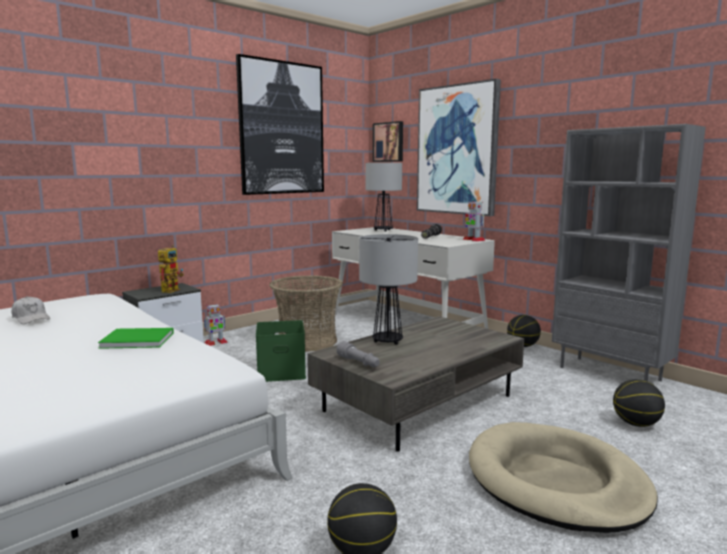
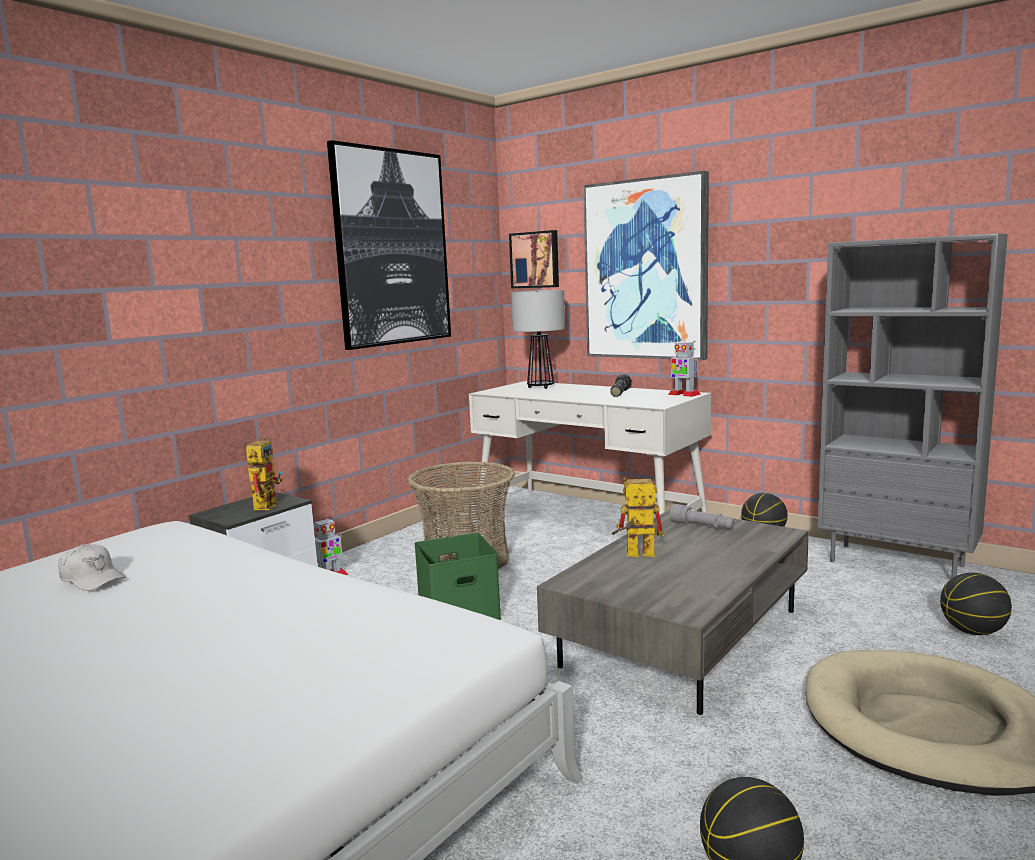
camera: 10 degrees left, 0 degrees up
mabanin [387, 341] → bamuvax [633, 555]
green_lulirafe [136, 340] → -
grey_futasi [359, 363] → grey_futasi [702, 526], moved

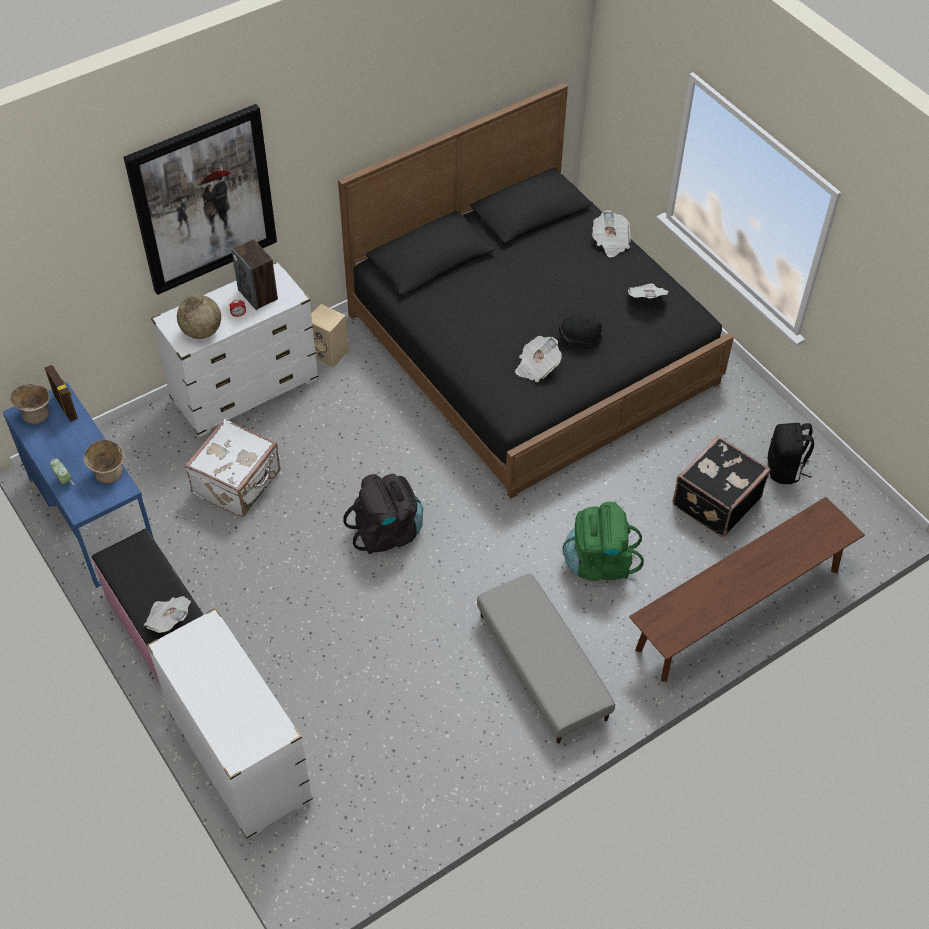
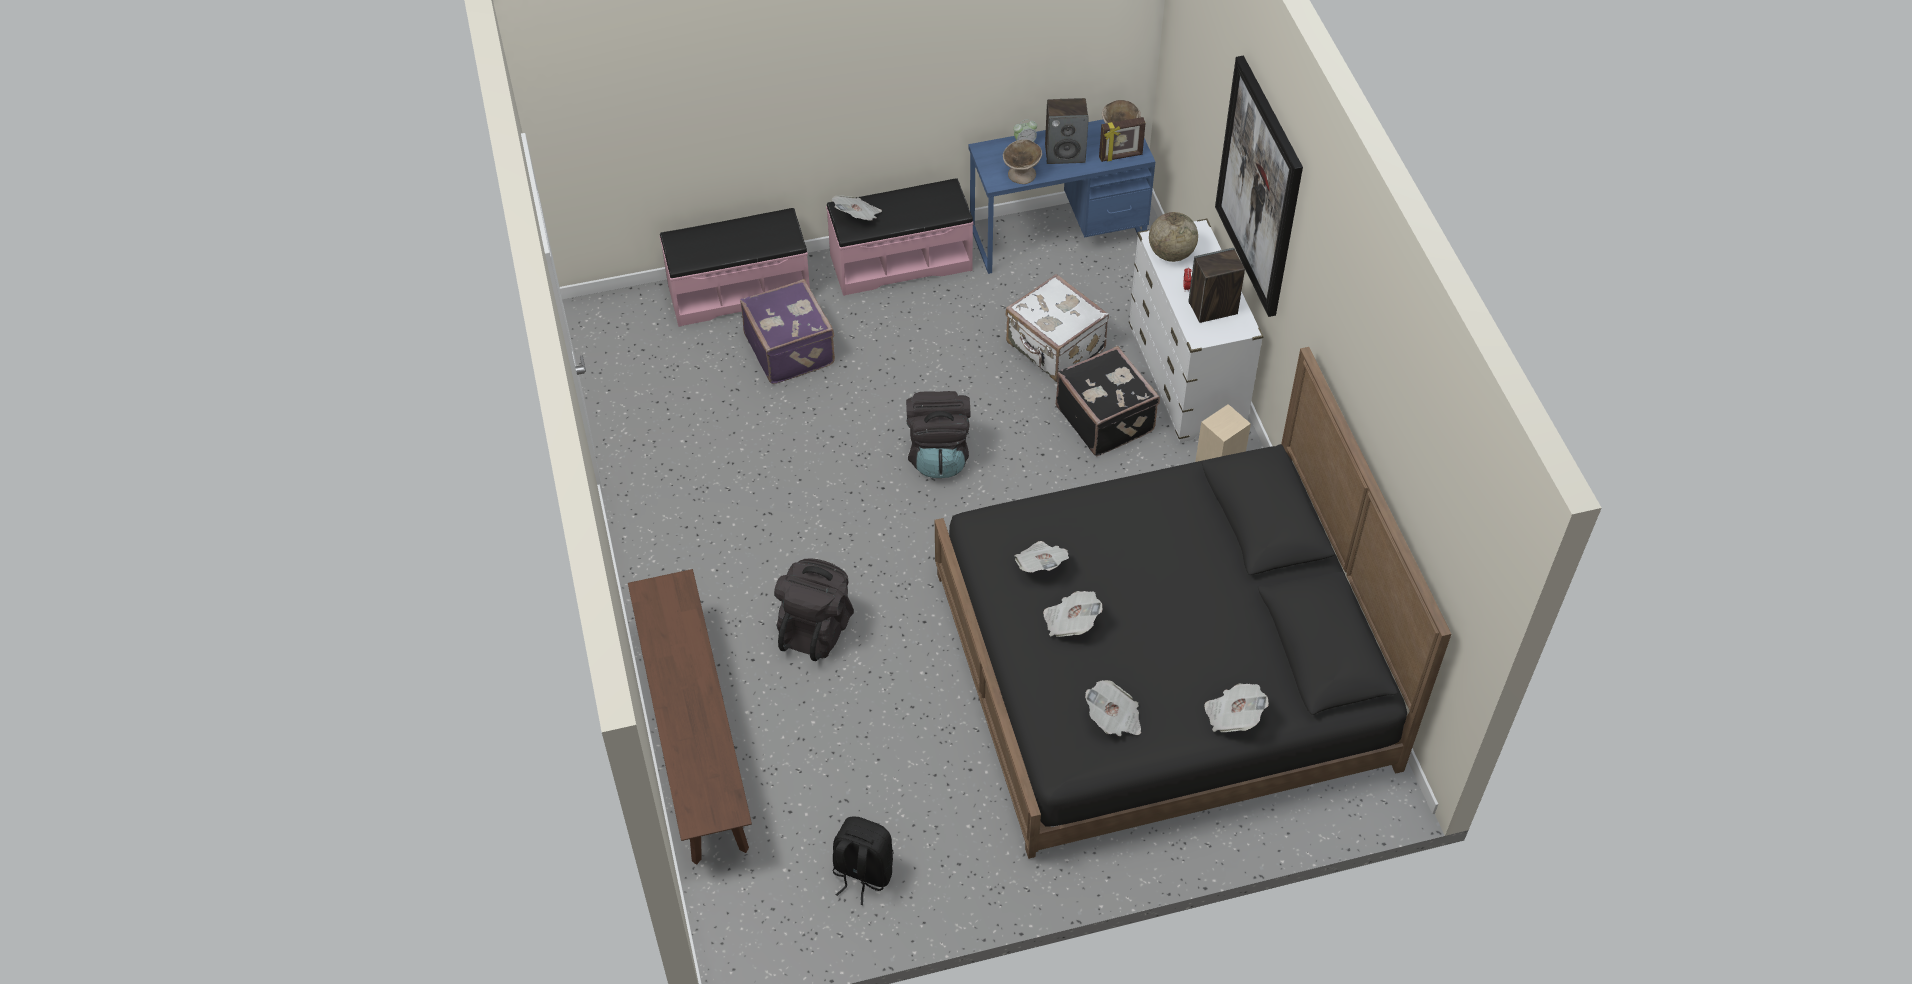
camera: 110 degrees right, 0 degrees up
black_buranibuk [579, 339] → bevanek [1070, 622]
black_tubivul [714, 501] → black_tubivul [1106, 418], moved
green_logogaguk [599, 562] → black_logogaguk [816, 628]
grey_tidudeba [543, 666] → -
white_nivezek [240, 758] → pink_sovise [739, 292]
- → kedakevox [1065, 153]
- → purple_tubivul [791, 349]

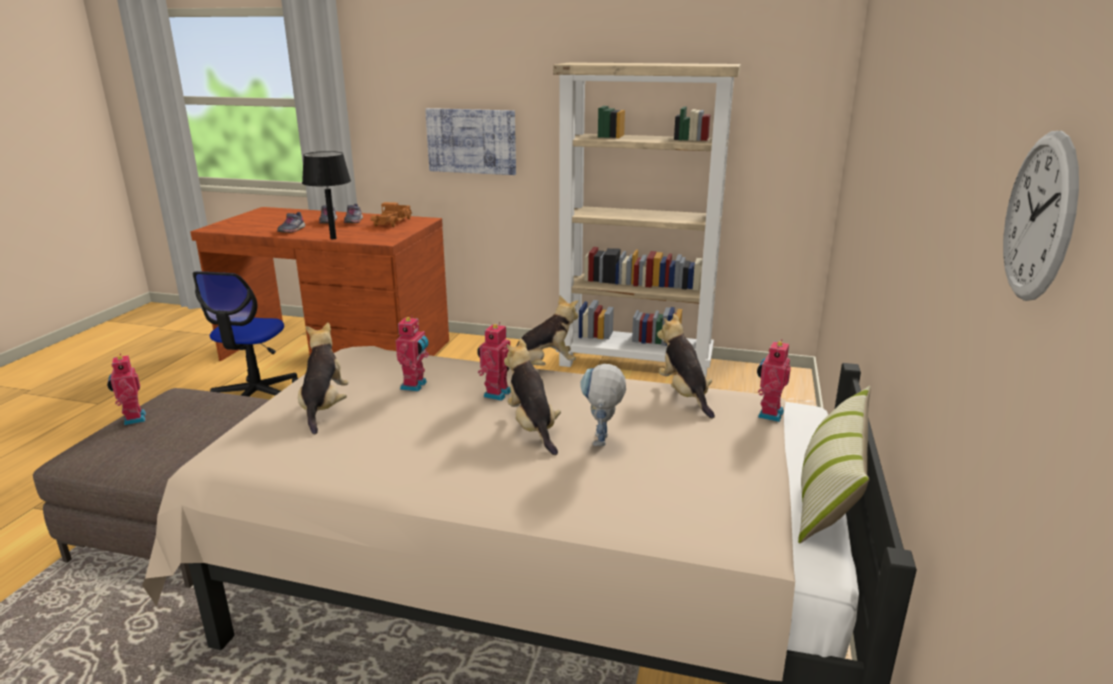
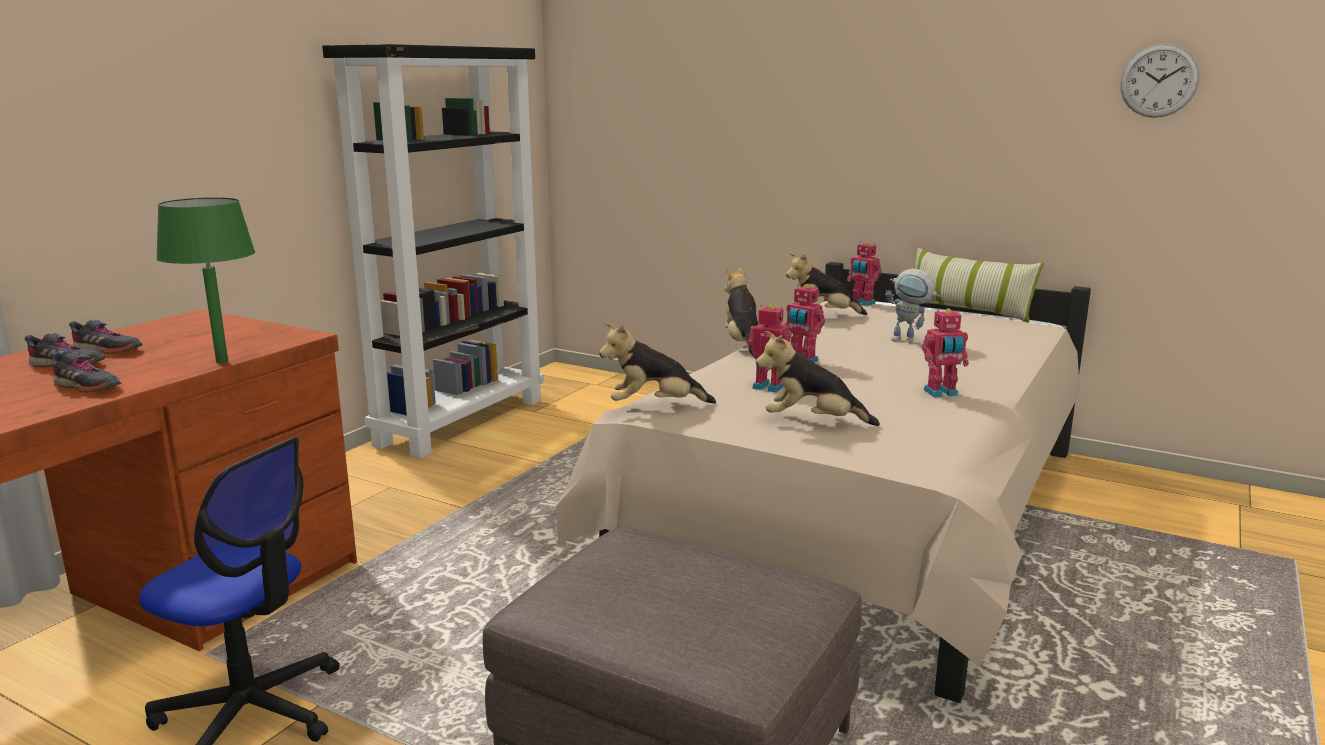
camera: 75 degrees left, 5 degrees down
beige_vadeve [636, 363] → black_vadeve [461, 421]
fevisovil [471, 141] → -
black_mabanin [333, 238] → green_mabanin [221, 361]
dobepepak [393, 222] → -
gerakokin [532, 427] → gerakokin [654, 406], moved
bamuvax [132, 419] → bamuvax [941, 393], moved

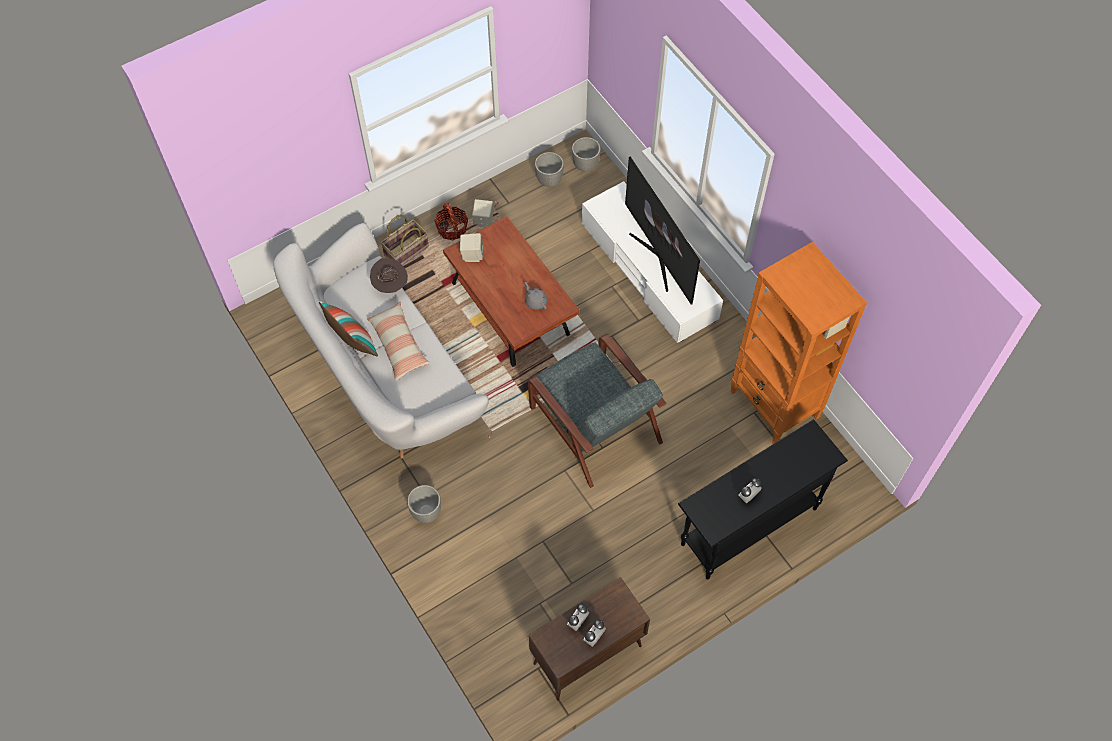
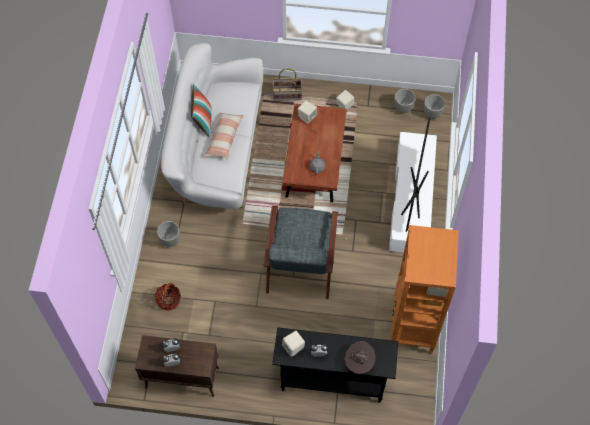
camera: 40 degrees right, 0 degrees up
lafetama [452, 228] → lafetama [168, 300], moved
brown_buranibuk [390, 284] → brown_buranibuk [359, 362], moved
- → beige_kedakevox [293, 347]

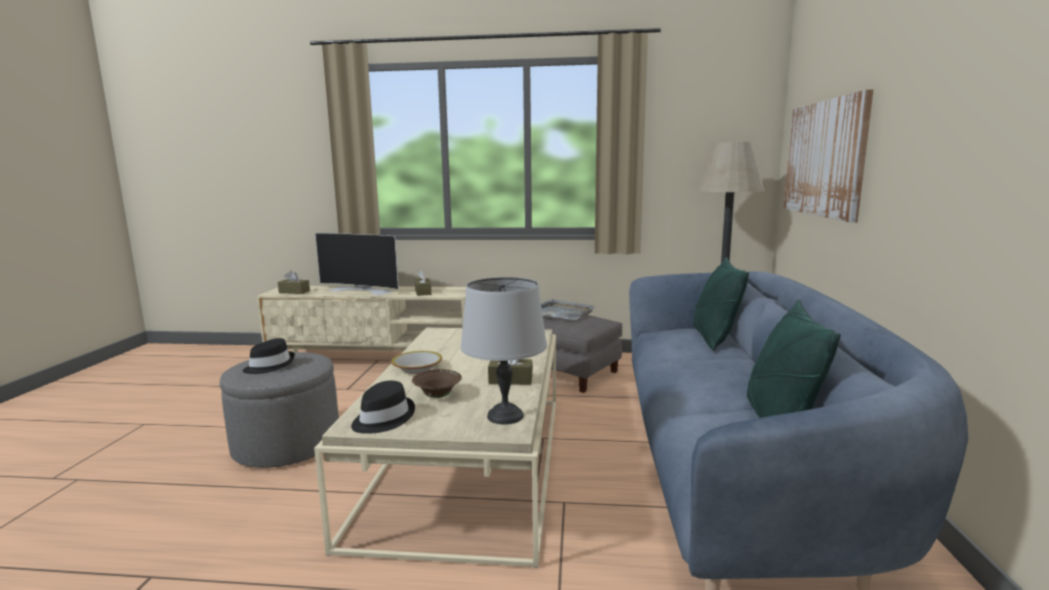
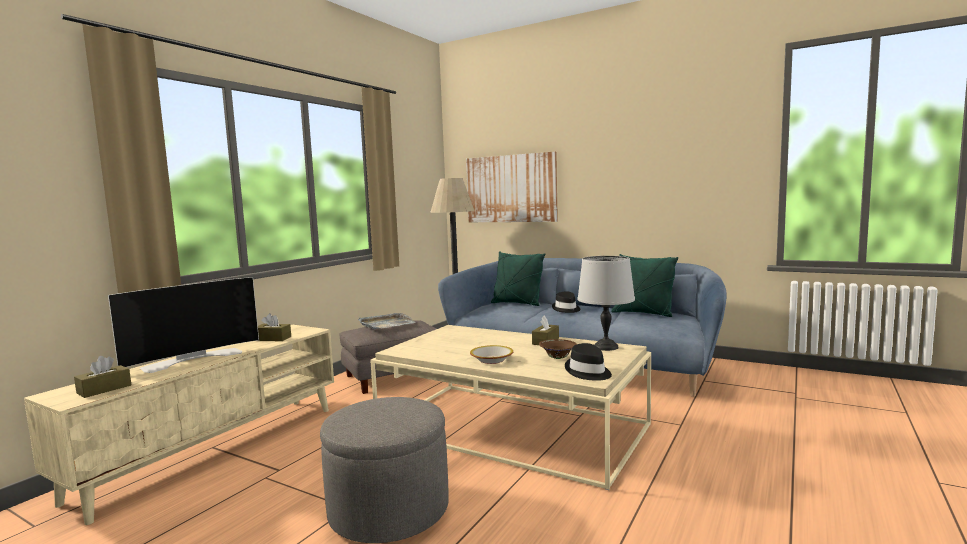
camera: 65 degrees left, 5 degrees down
black_buranibuk [269, 365] → black_buranibuk [566, 309], moved

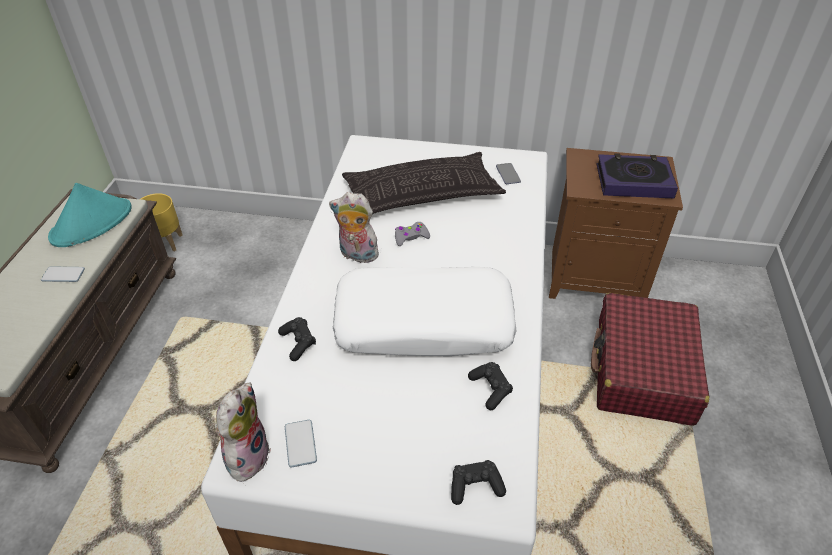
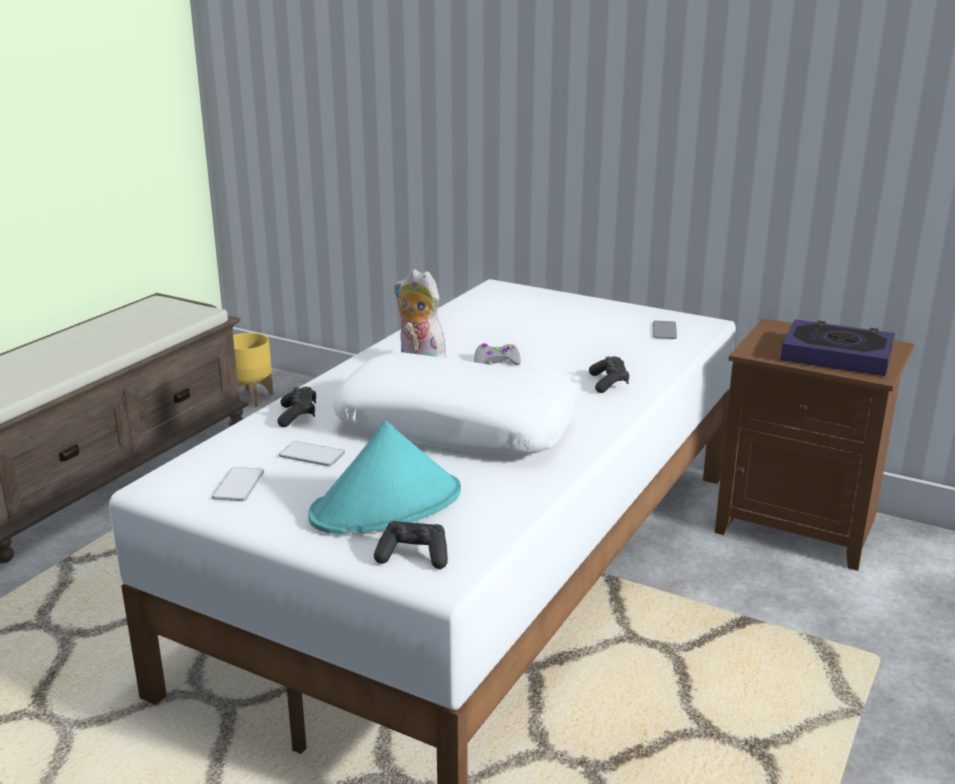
camera: 20 degrees right, 20 degrees down
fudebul [422, 194] → -
turquoise_buranibuk [92, 223] → turquoise_buranibuk [387, 505], moved
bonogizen [63, 275] → bonogizen [312, 455], moved
red_tubivul [642, 370] → -
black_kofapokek [490, 389] → black_kofapokek [608, 383], moved
gerakokin [246, 455] → -

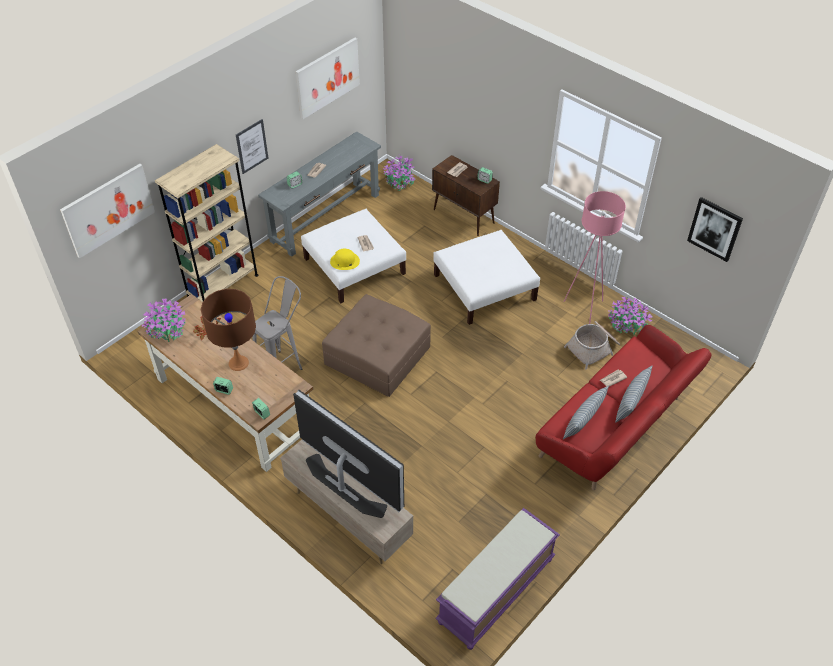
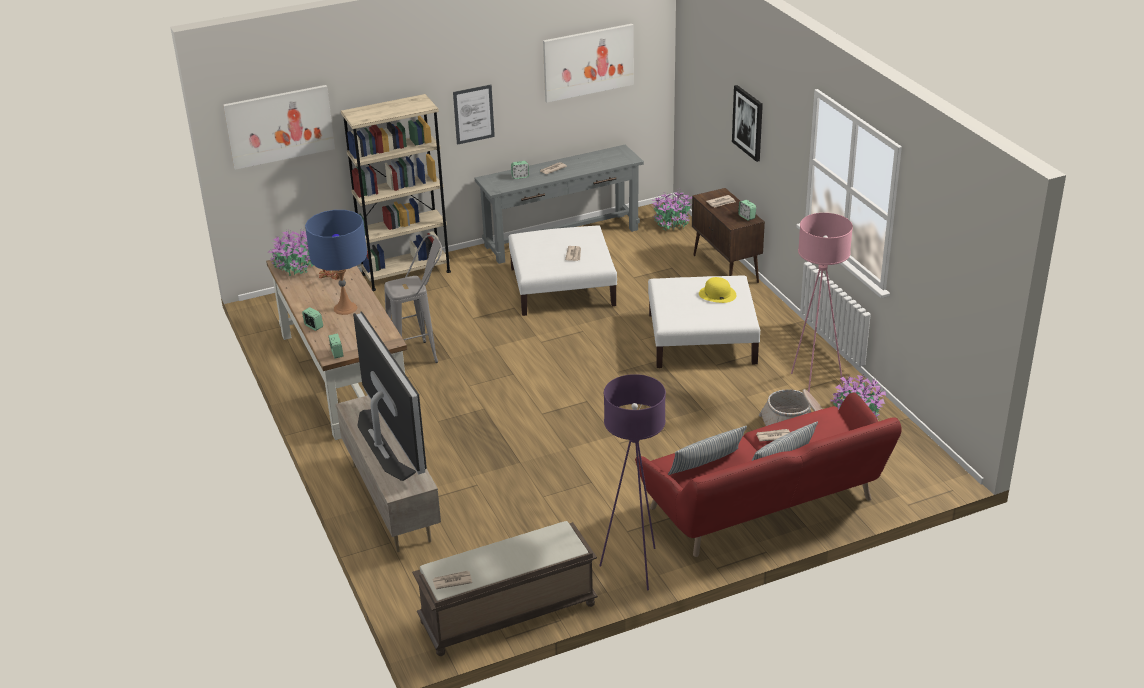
camera: 25 degrees right, 15 degrees down
fevisovil [715, 229] → fevisovil [748, 122], moved
yellow_buranibuk [344, 261] → yellow_buranibuk [717, 294], moved
brown_mabanin [238, 363] → blue_mabanin [345, 308]
brown_tidudeba [378, 355] → -
purple_sovise [496, 591] → brown_sovise [507, 614]
- → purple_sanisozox [634, 567]
- → bevanek [452, 581]

